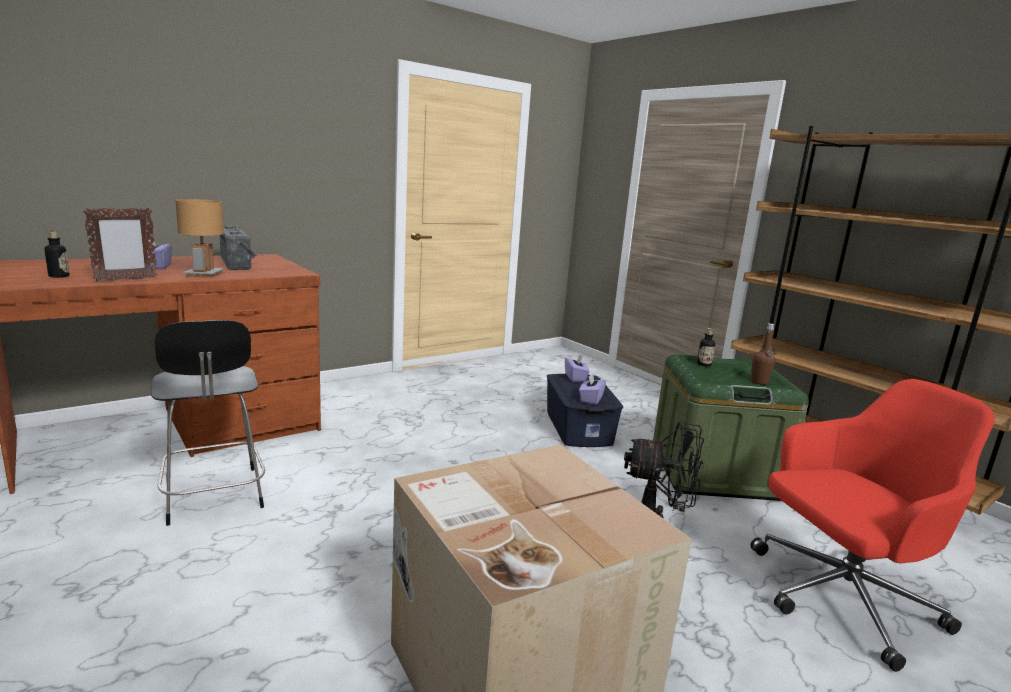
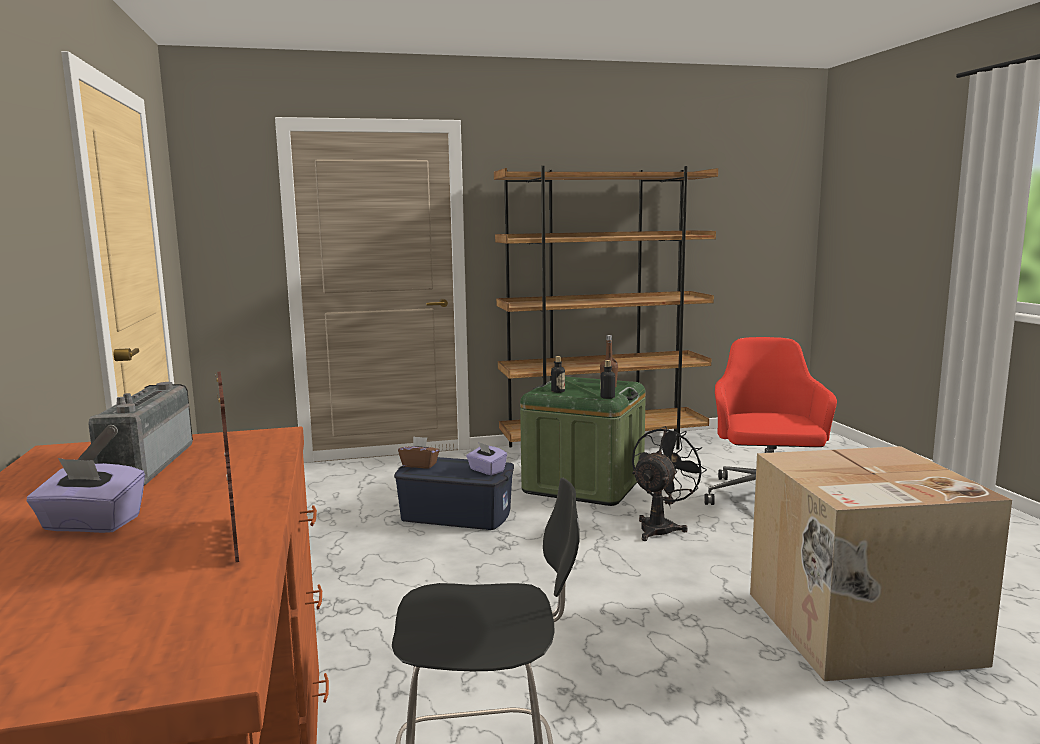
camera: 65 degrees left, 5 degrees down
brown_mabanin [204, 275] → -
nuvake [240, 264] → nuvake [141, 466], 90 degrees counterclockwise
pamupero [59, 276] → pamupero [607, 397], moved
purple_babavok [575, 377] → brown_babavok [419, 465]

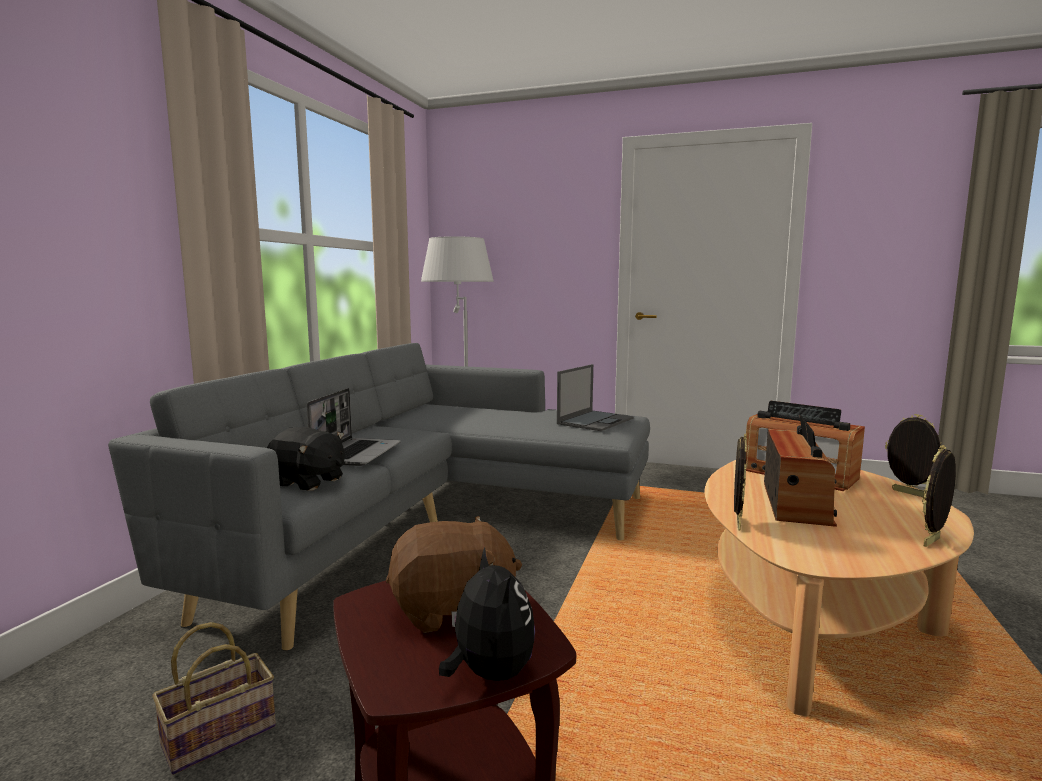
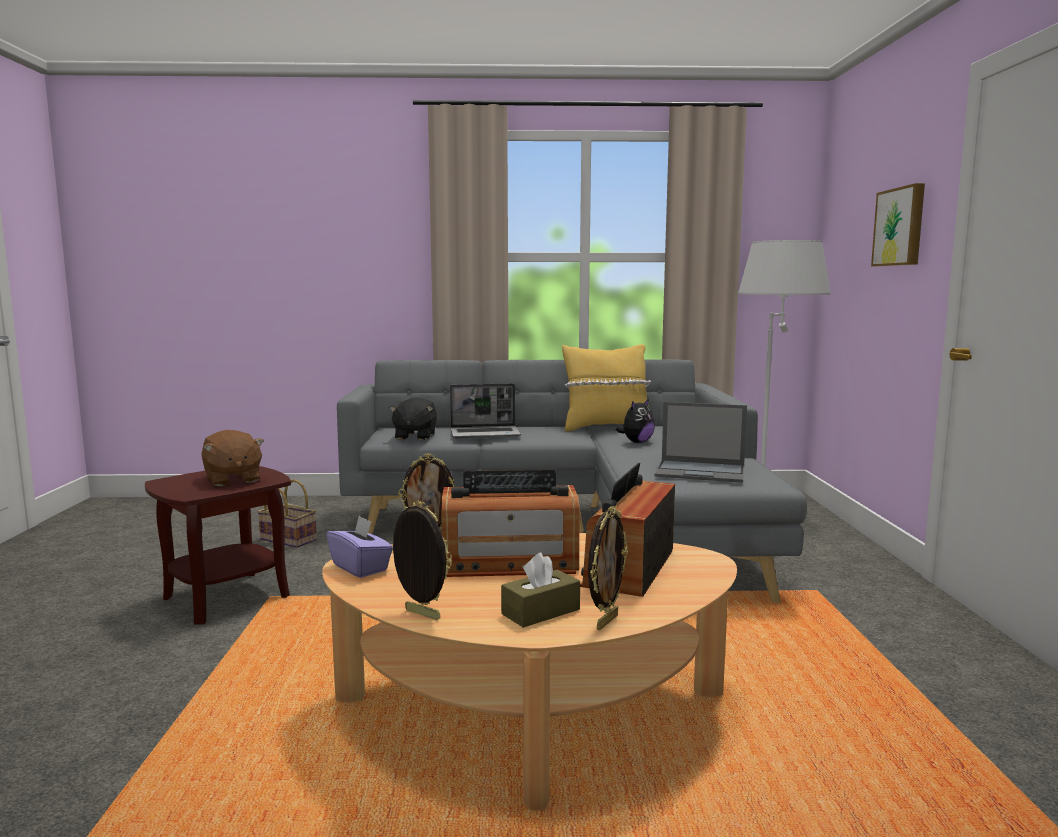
camera: 70 degrees right, 0 degrees up
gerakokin [488, 673] → gerakokin [636, 442], moved
- → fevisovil [901, 227]
- → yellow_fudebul [606, 428]
- → purple_babavok [361, 567]
- → brown_babavok [540, 612]

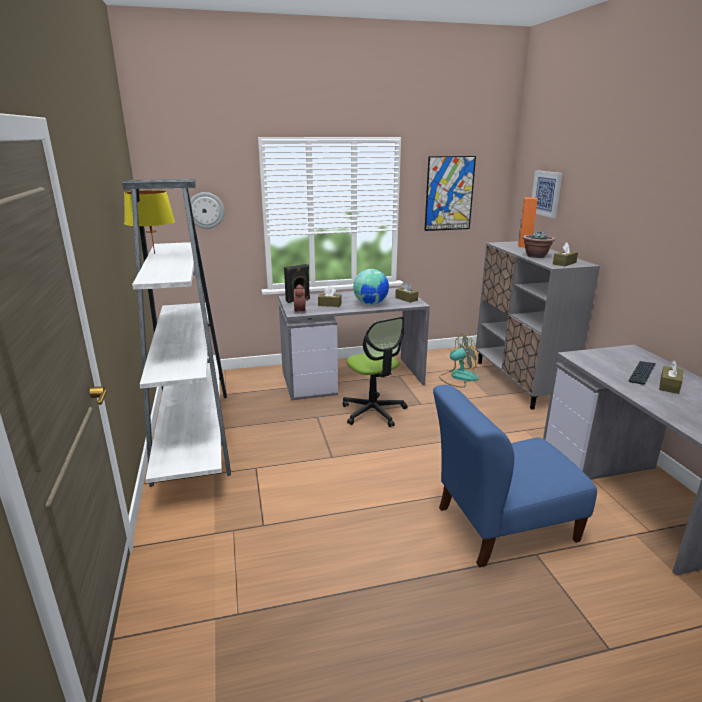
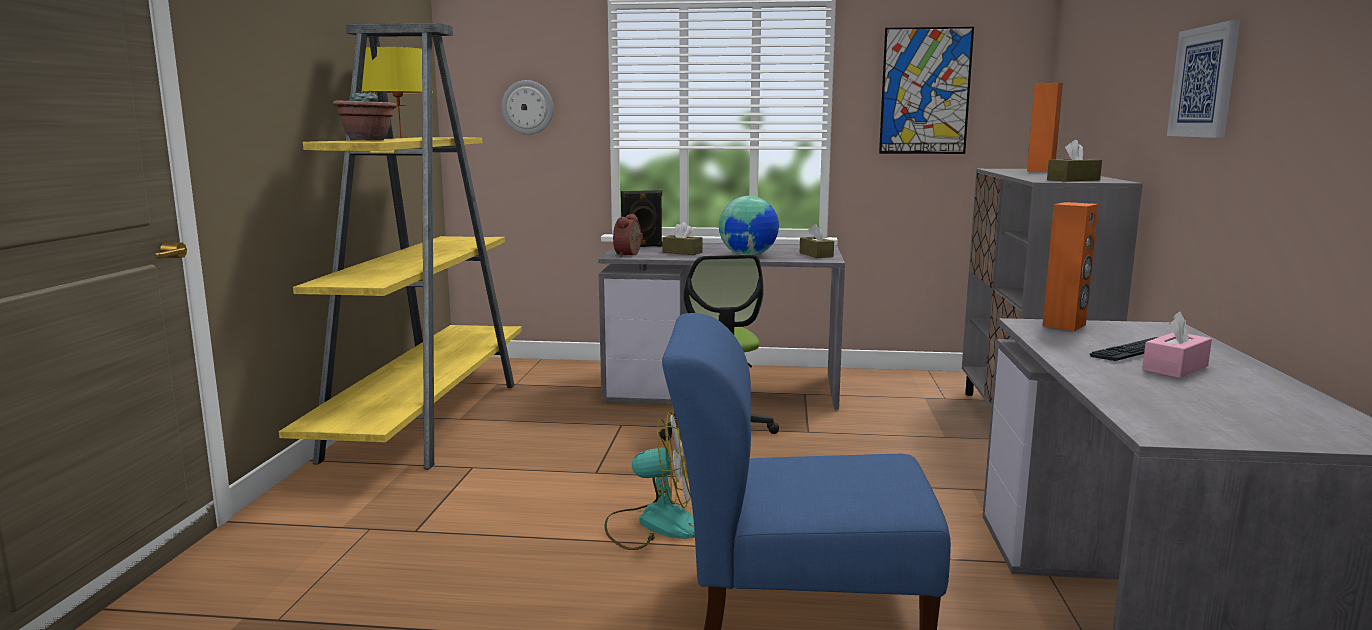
camera: 20 degrees right, 10 degrees down
fevisovil [546, 193] → fevisovil [1205, 82], moved
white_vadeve [193, 433] → yellow_vadeve [427, 418]
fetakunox [536, 256] → fetakunox [368, 140], moved
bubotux [458, 377] → bubotux [654, 524], moved
brown_babavok [669, 385] → pink_babavok [1175, 368]
- → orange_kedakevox [1064, 325]

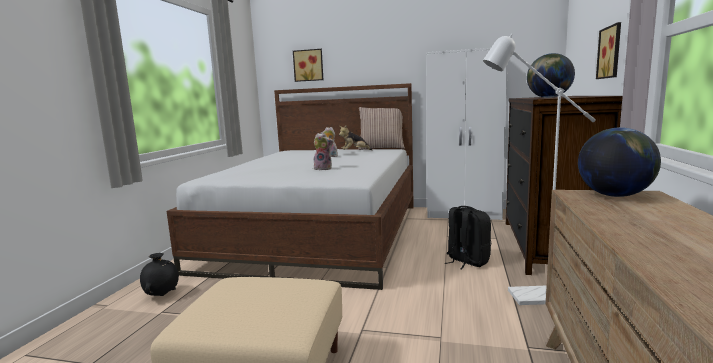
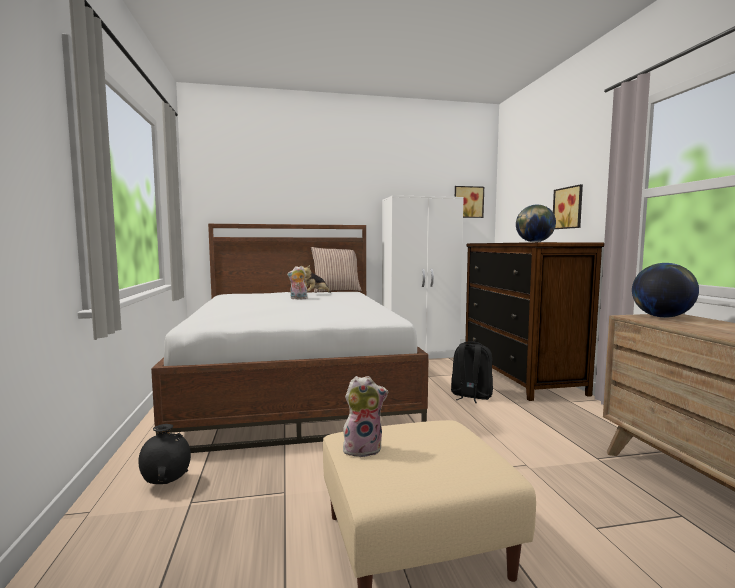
camera: 25 degrees left, 5 degrees down
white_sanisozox [526, 297] → -
fevisovil [308, 65] → fevisovil [468, 202], moved
gerakokin [323, 169] → gerakokin [363, 449], moved

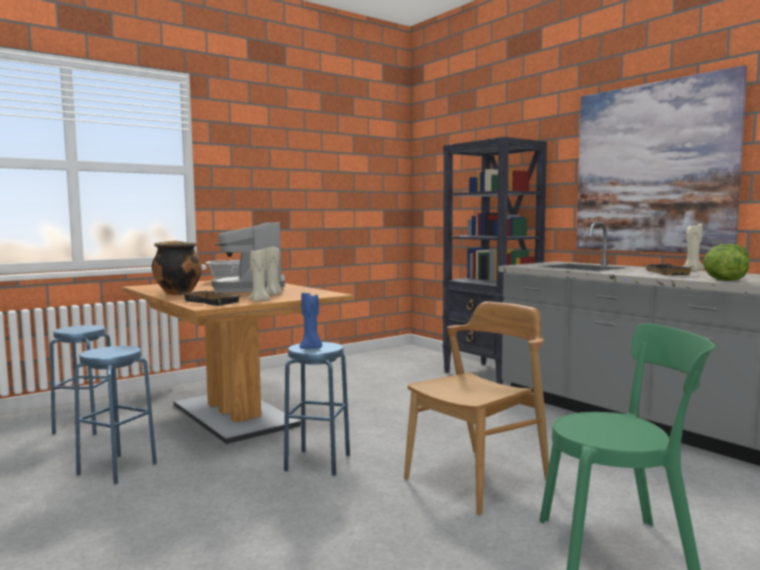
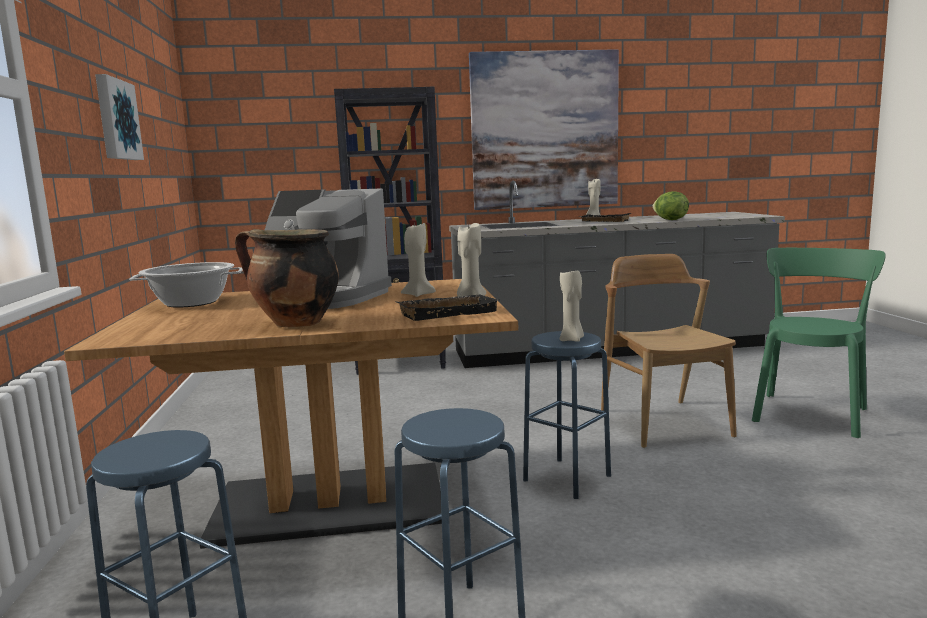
camera: 60 degrees left, 5 degrees up
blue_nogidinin [311, 348] → beige_nogidinin [572, 340]
- → fevisovil [116, 120]

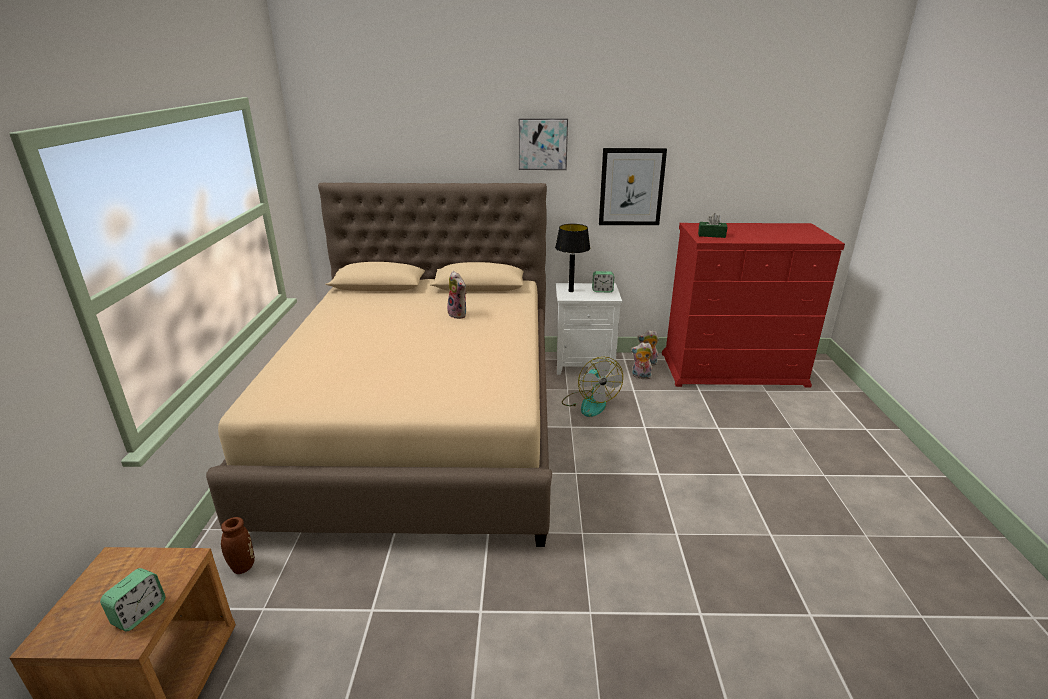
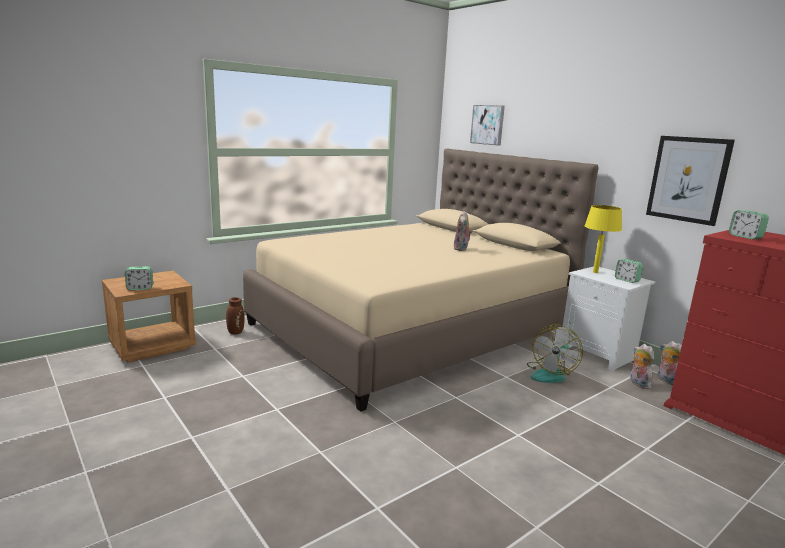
camera: 50 degrees right, 10 degrees down
fevisovil [542, 144] → fevisovil [488, 125], moved
green_babavok [711, 235] → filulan [745, 237]
black_mabanin [570, 291] → yellow_mabanin [595, 272]

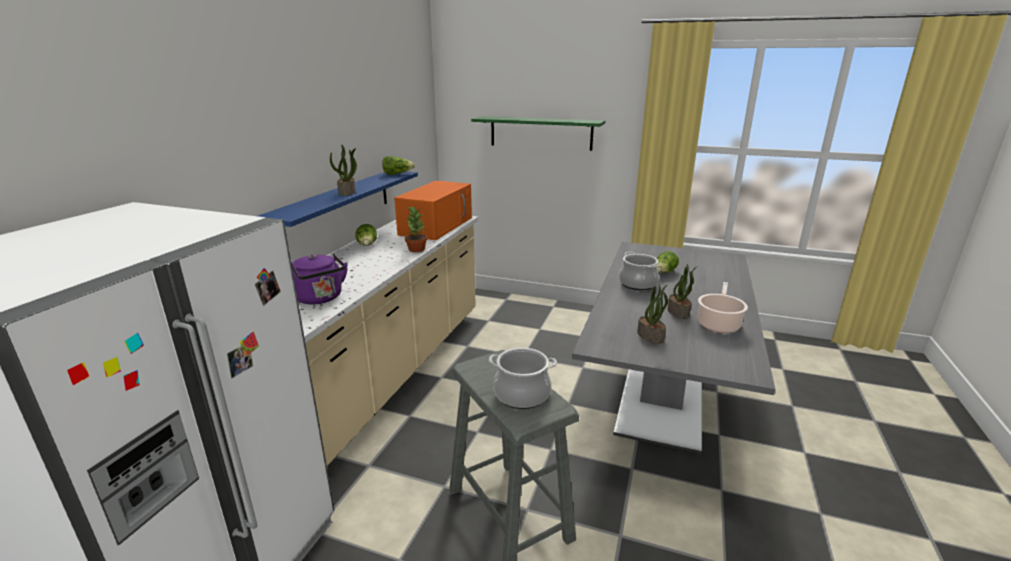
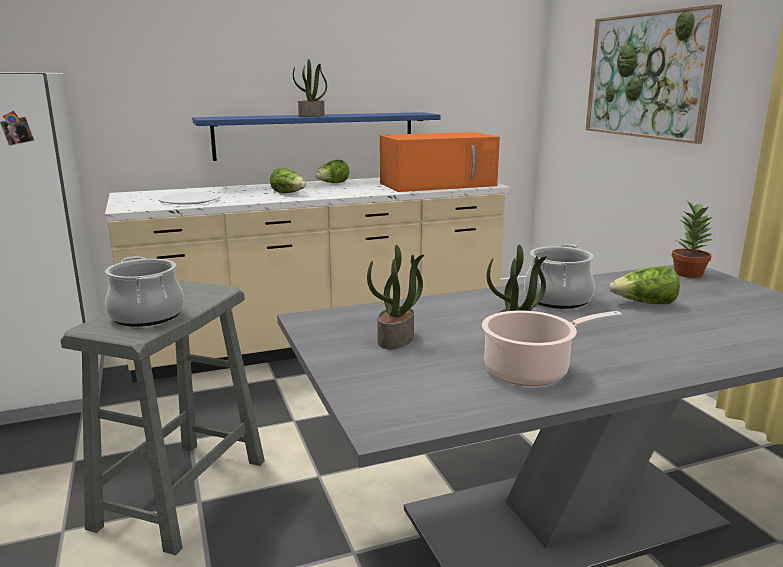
camera: 50 degrees right, 5 degrees down
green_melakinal [540, 133] → fevisovil [647, 76]
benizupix [397, 174] → benizupix [289, 194], moved
fetakunox [416, 249] → fetakunox [688, 273], moved
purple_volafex [321, 298] → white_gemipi [189, 200]

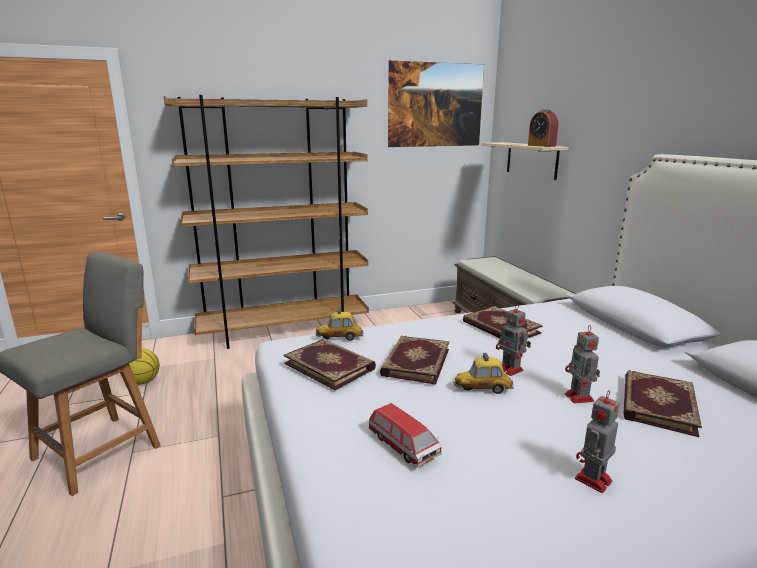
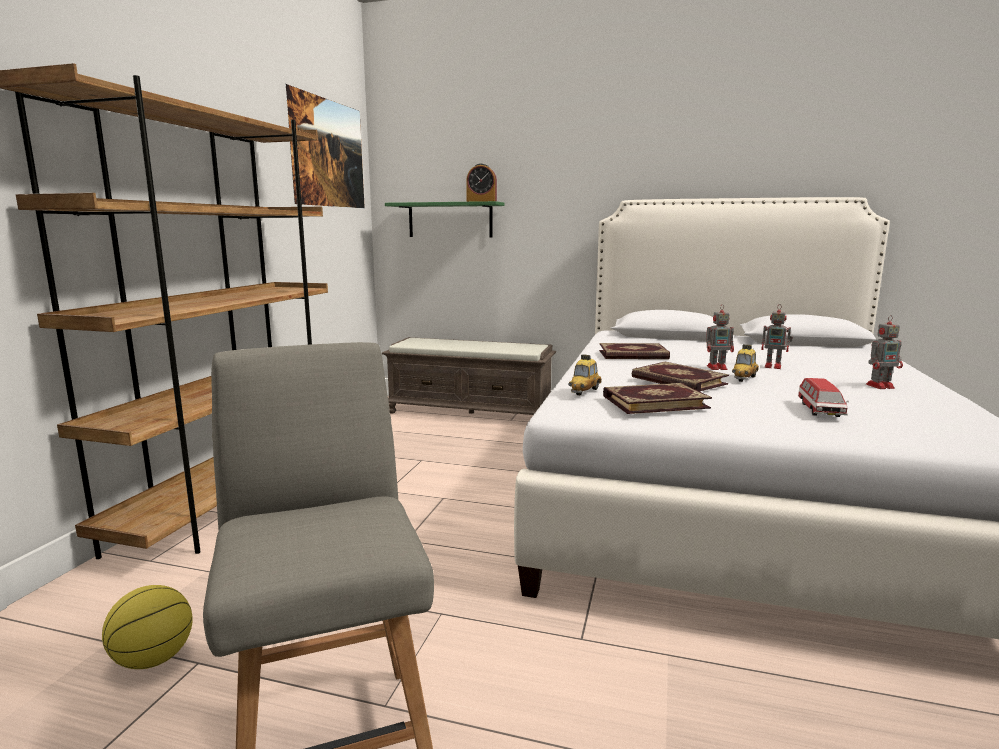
camera: 55 degrees left, 5 degrees down
beige_melakinal [531, 160] → green_melakinal [450, 220]
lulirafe [656, 404] → -
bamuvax [592, 481] → bamuvax [881, 386], 90 degrees counterclockwise
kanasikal [403, 446] → kanasikal [820, 410], 105 degrees clockwise

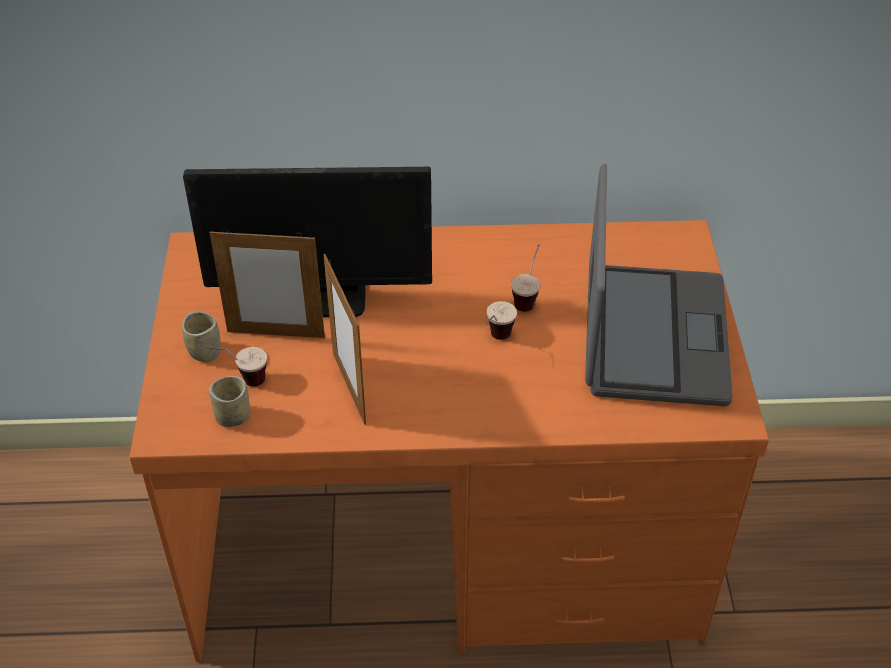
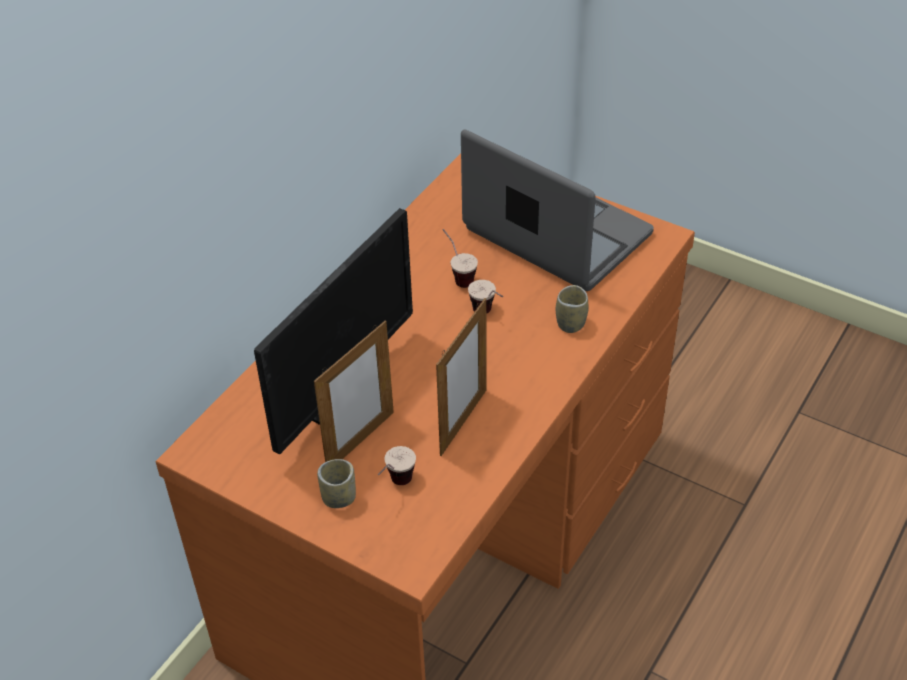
camera: 55 degrees left, 0 degrees up
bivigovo [349, 388] → bivigovo [463, 422], 75 degrees counterclockwise
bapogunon [233, 417] → bapogunon [571, 323], moved

